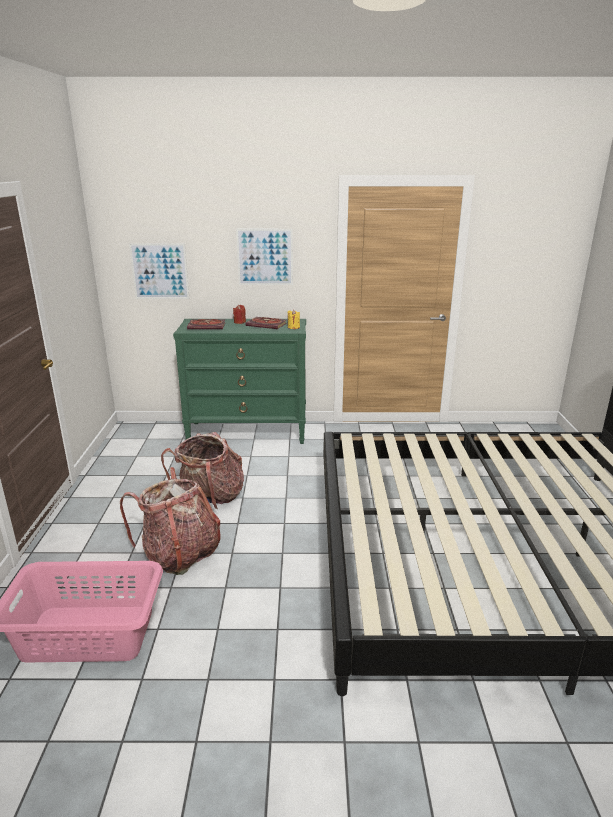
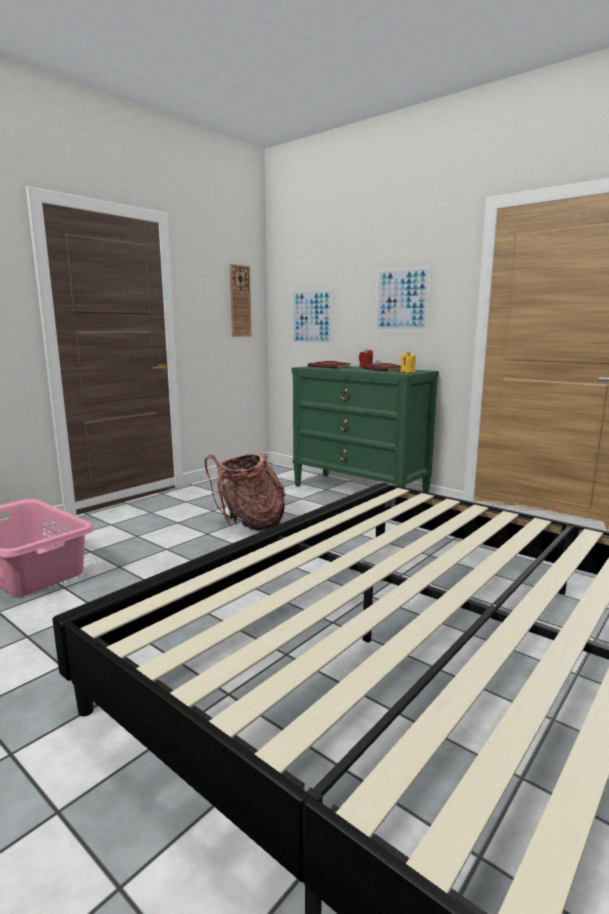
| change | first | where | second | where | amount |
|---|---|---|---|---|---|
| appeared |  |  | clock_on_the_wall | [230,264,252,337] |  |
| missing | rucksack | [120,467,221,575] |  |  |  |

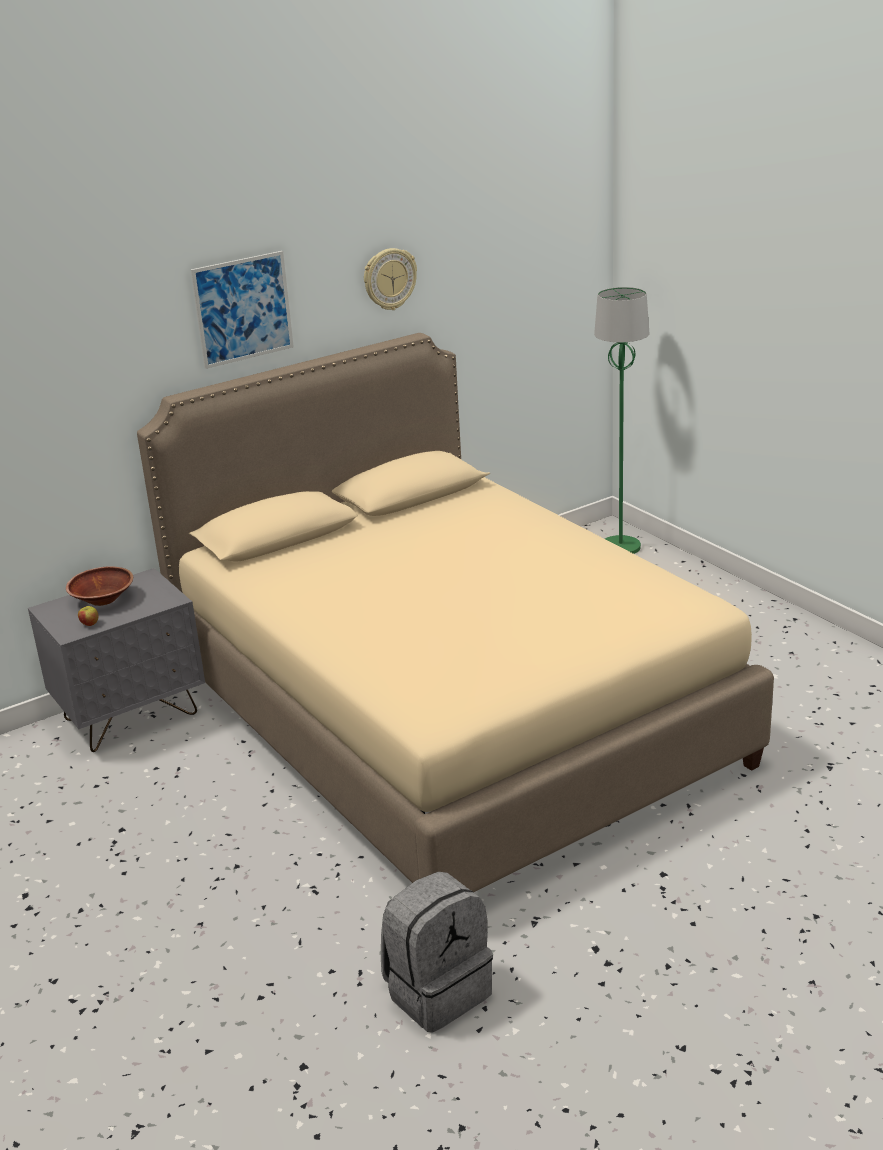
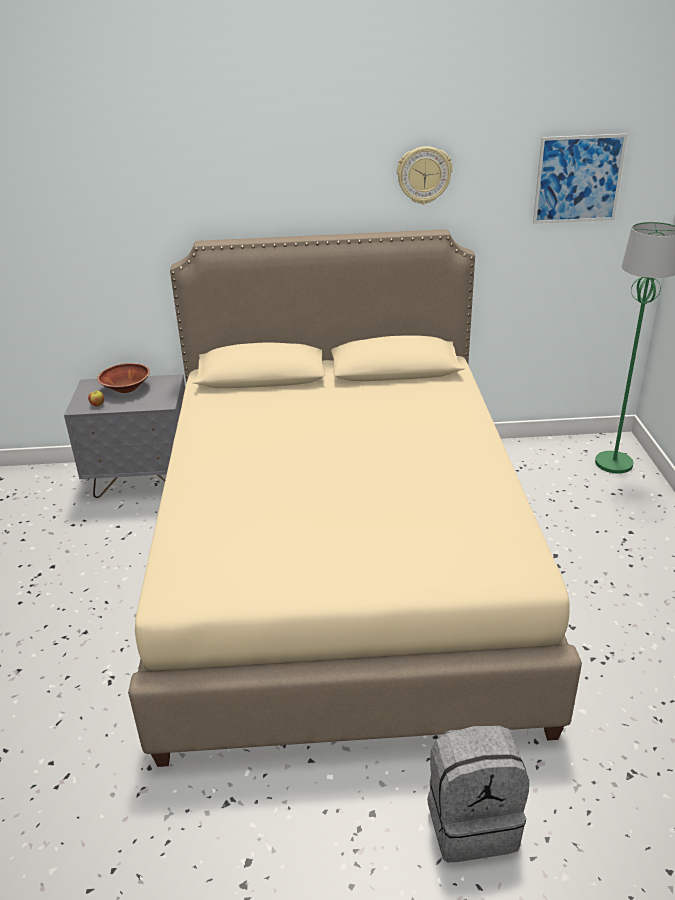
| change | first | where | second | where | amount |
|---|---|---|---|---|---|
| relocated | greyish_rucksack | [381,872,493,1033] |  | [427,726,529,862] |  |
| relocated | picture | [191,251,294,369] |  | [533,134,627,224] |  |

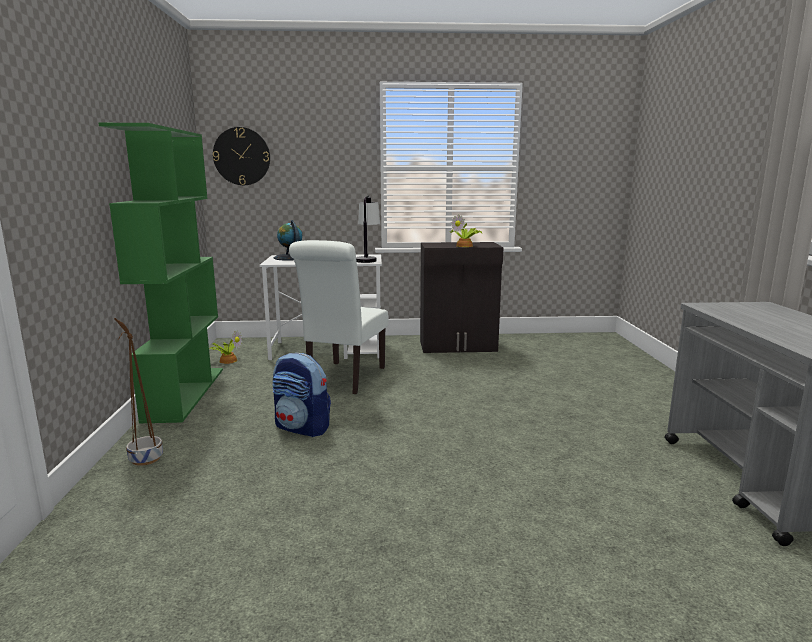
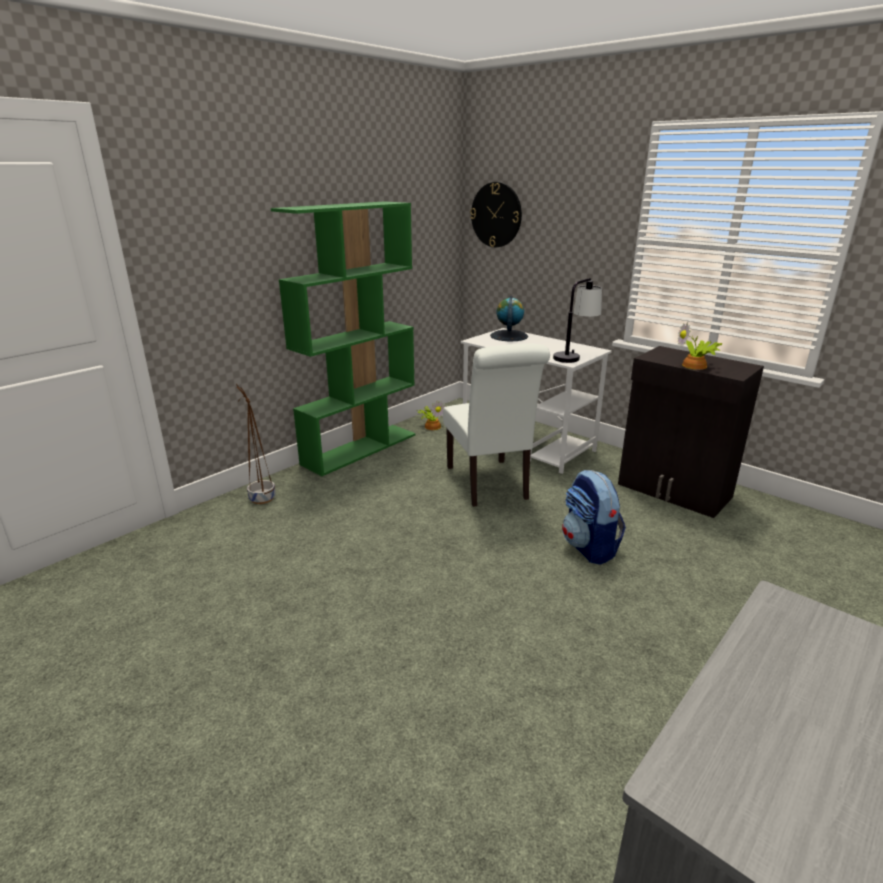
| change | first | where | second | where | amount |
|---|---|---|---|---|---|
| spun | white-coloured_chair | [289,240,388,394] |  | [443,343,550,507] | 75 degrees counterclockwise |
| relocated | rucksack | [272,353,331,437] |  | [562,470,626,565] |  |

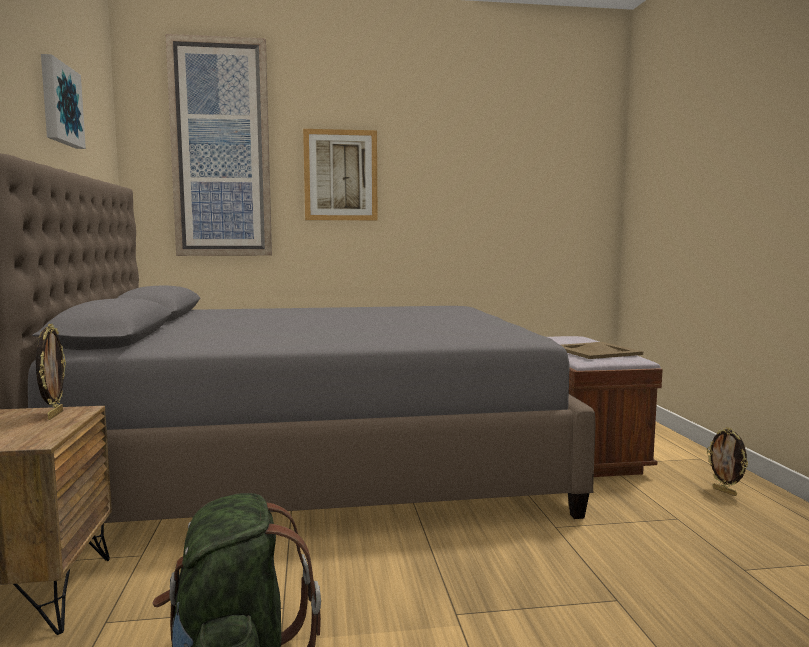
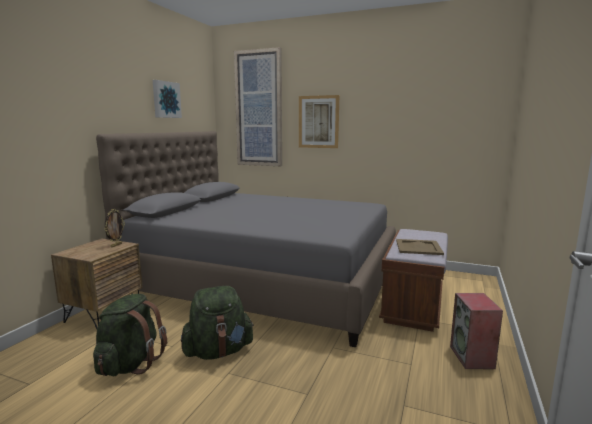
| change | first | where | second | where | amount |
|---|---|---|---|---|---|
| appeared |  |  | greenish_rucksack | [181,286,254,360] |  |
| exchanged | photo_frame | [707,427,748,496] | speaker | [450,293,503,369] |  |

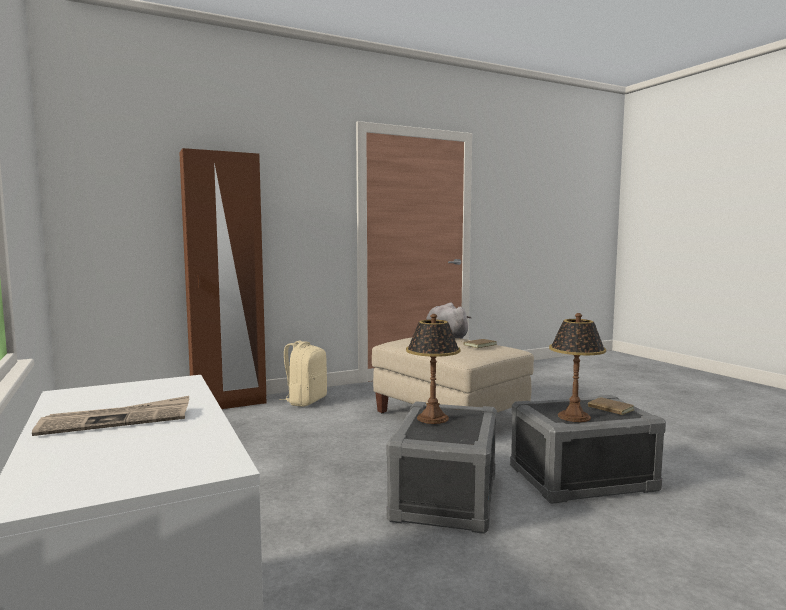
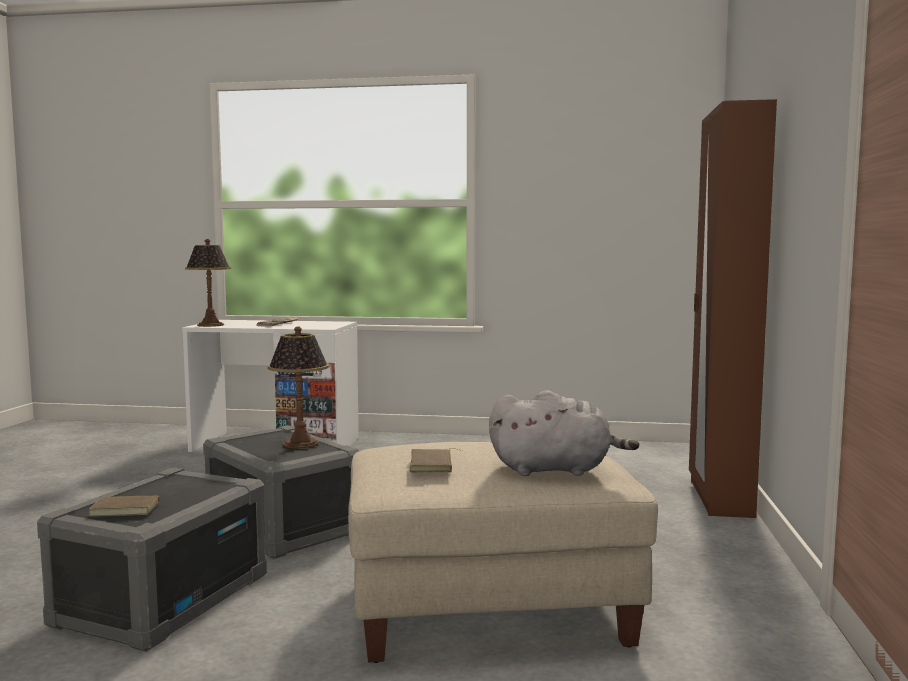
| change | first | where | second | where | amount |
|---|---|---|---|---|---|
| relocated | lamp_for_a_table | [549,313,606,422] |  | [185,239,231,327] |  |
| missing | beige_rucksack | [279,341,327,407] |  |  |  |

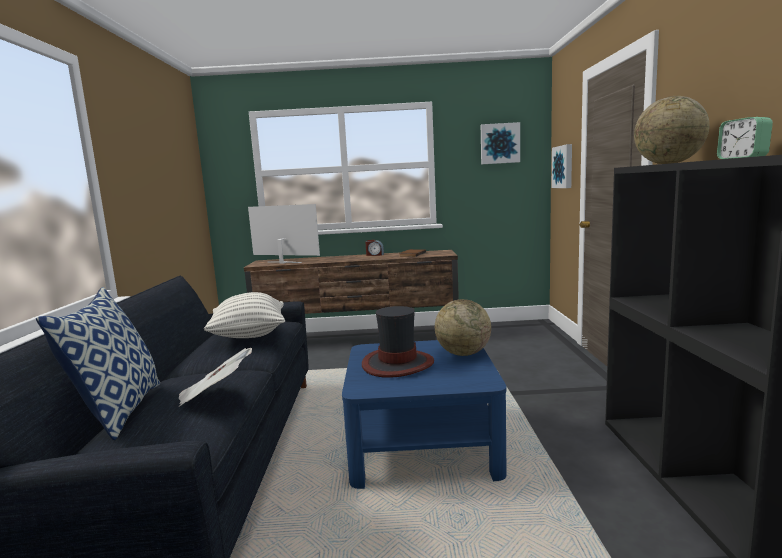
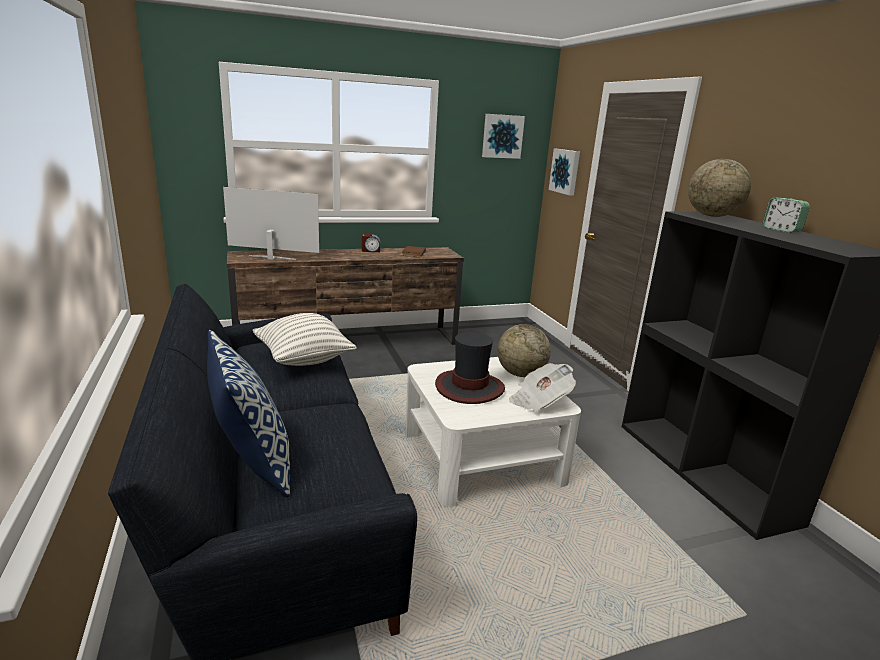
| change | first | where | second | where | amount |
|---|---|---|---|---|---|
| colour | blue_low_table | [342,340,507,489] | white-coloured_low_table | [405,357,581,507] |  |
| relocated | printed_paper | [179,348,252,406] |  | [509,363,576,412] |  |

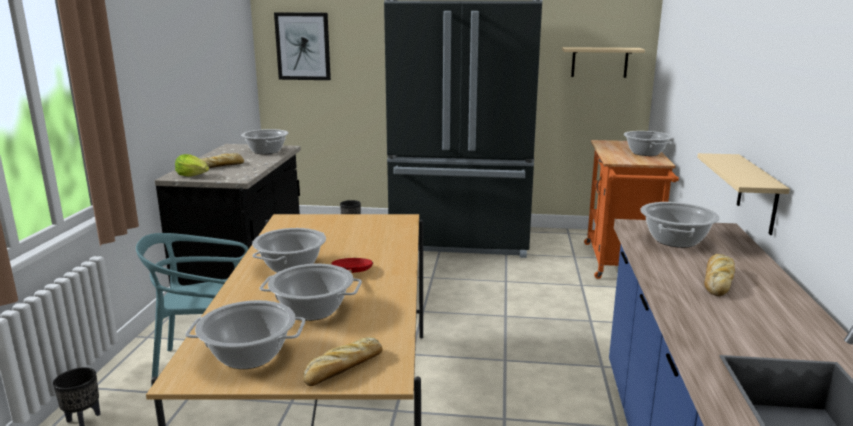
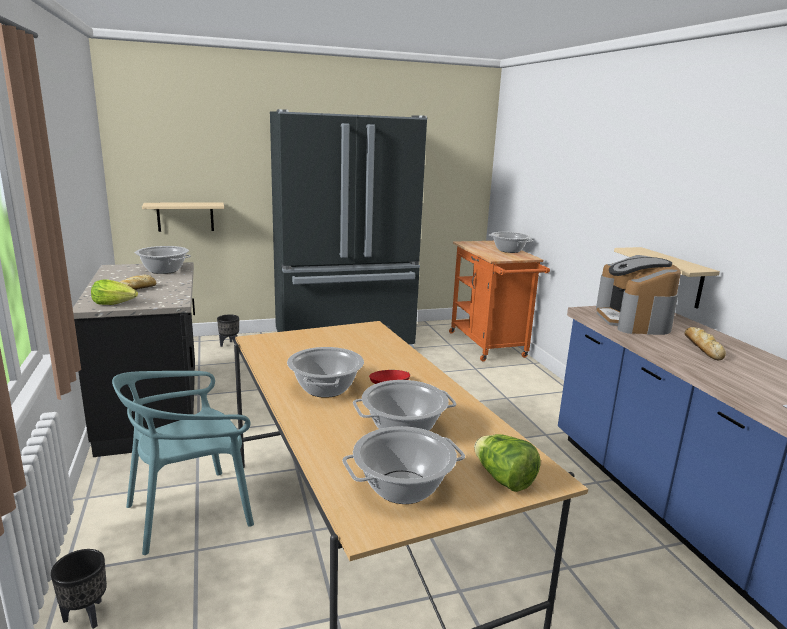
| change | first | where | second | where | amount |
|---|---|---|---|---|---|
| relocated | beige_shelf | [562,47,645,78] |  | [142,202,224,232] |  |
| exchanged | baked_bread | [303,337,383,386] | lettuce | [474,434,541,492] |  |
| exchanged | cooking_pot | [640,202,720,248] | coffee_maker | [596,255,681,335] |  |
| missing | picture | [274,13,331,80] |  |  |  |

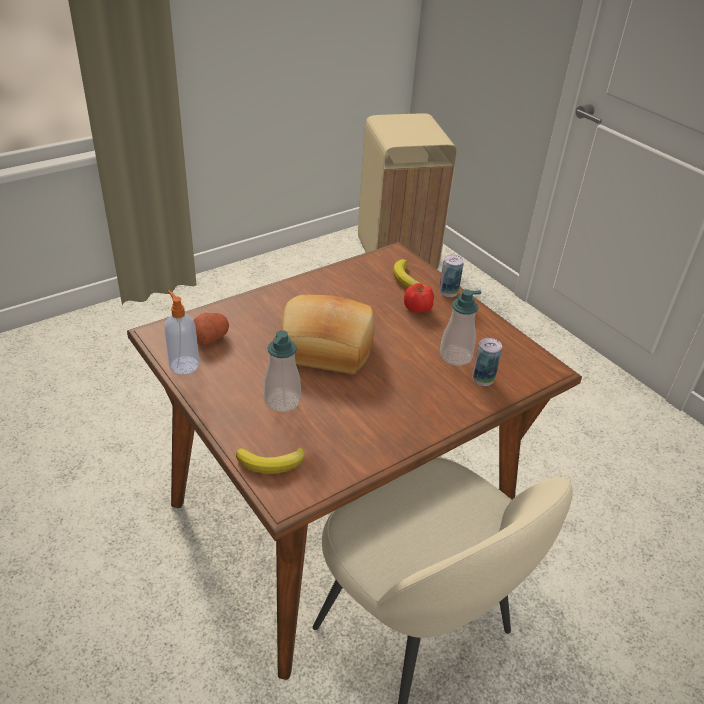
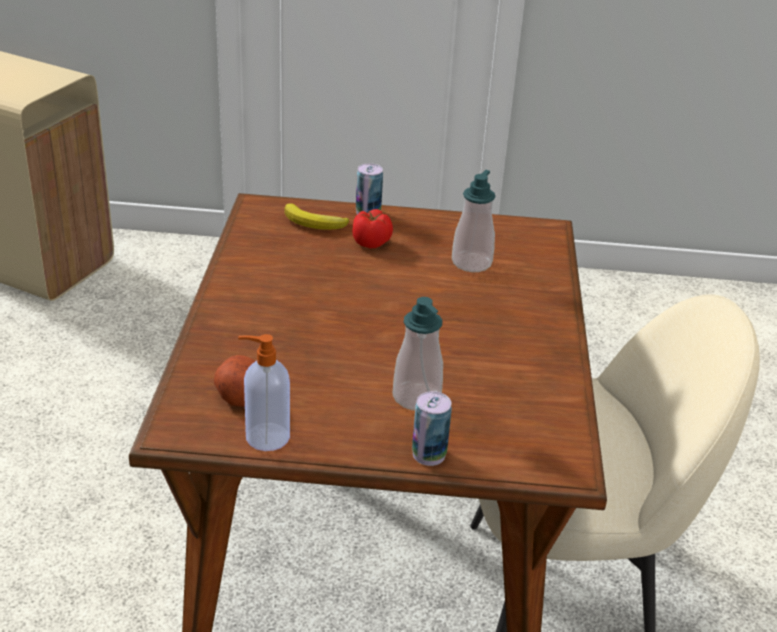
| change | first | where | second | where | amount |
|---|---|---|---|---|---|
| relocated | can | [472,338,502,386] |  | [412,391,452,466] |  |
| missing | banana_fruit | [236,448,304,474] |  |  |  |
| missing | baked_bread | [281,295,374,374] |  |  |  |

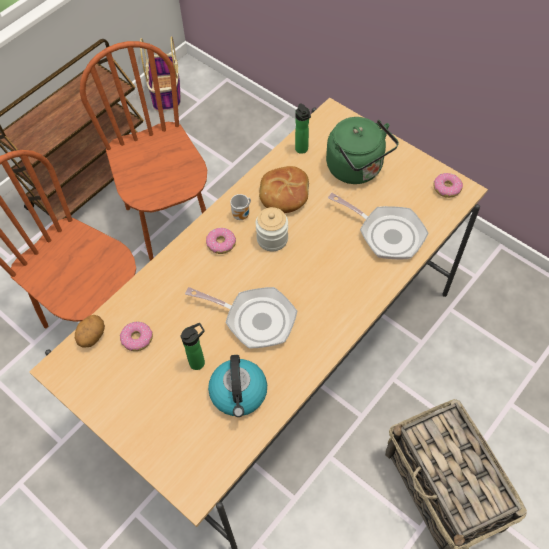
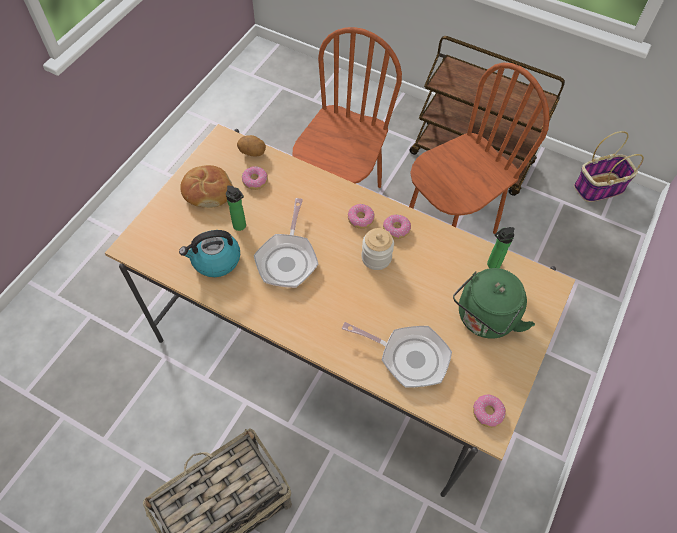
| change | first | where | second | where | amount |
|---|---|---|---|---|---|
| relocated | baked_bread | [259,166,309,213] |  | [180,165,233,208] |  |
| spun | frying_pan | [328,193,428,260] |  | [342,322,452,387] | 90 degrees counterclockwise |
| exchanged | tea_mug | [230,194,251,220] | doughnut | [383,214,411,239] |  |

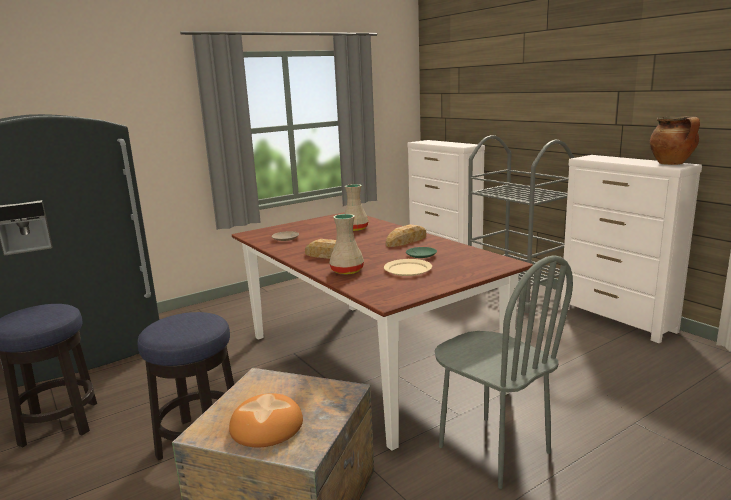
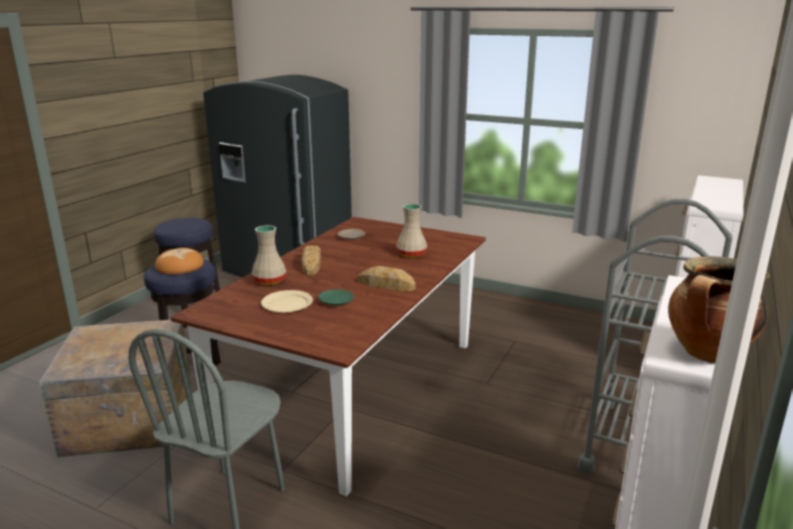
| change | first | where | second | where | amount |
|---|---|---|---|---|---|
| relocated | baked_bread | [229,393,303,447] |  | [155,248,204,274] |  |

